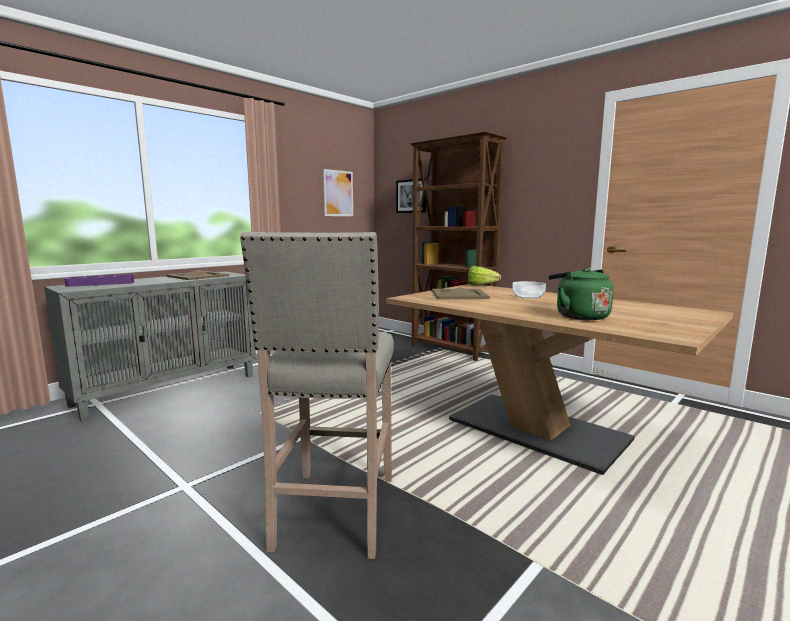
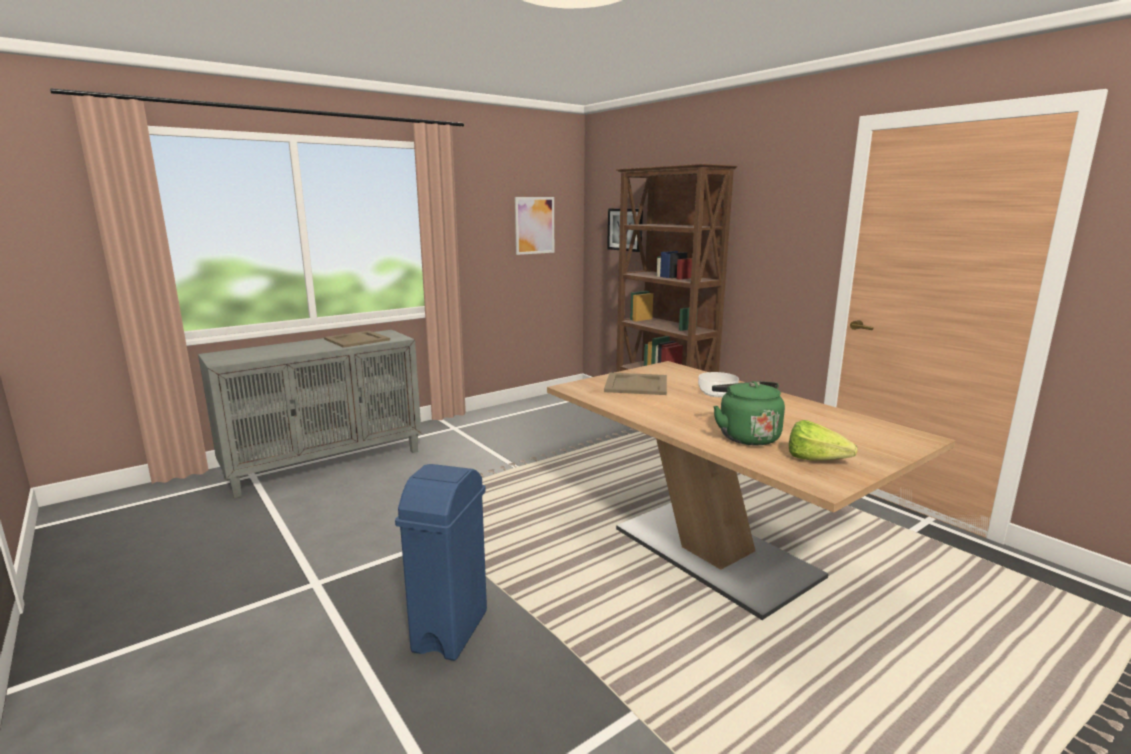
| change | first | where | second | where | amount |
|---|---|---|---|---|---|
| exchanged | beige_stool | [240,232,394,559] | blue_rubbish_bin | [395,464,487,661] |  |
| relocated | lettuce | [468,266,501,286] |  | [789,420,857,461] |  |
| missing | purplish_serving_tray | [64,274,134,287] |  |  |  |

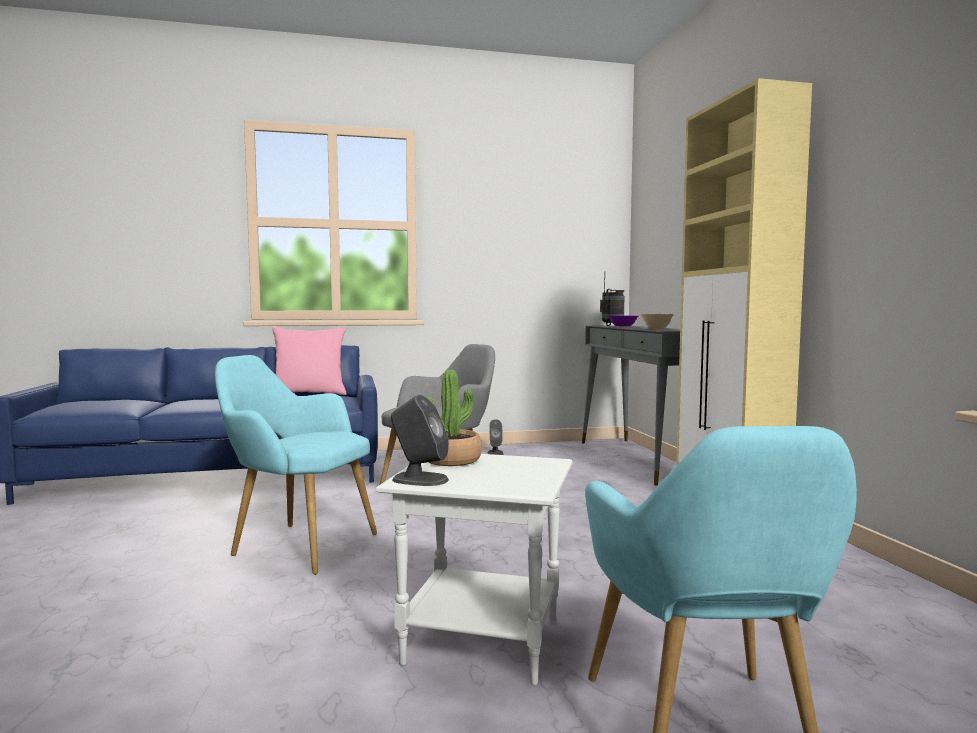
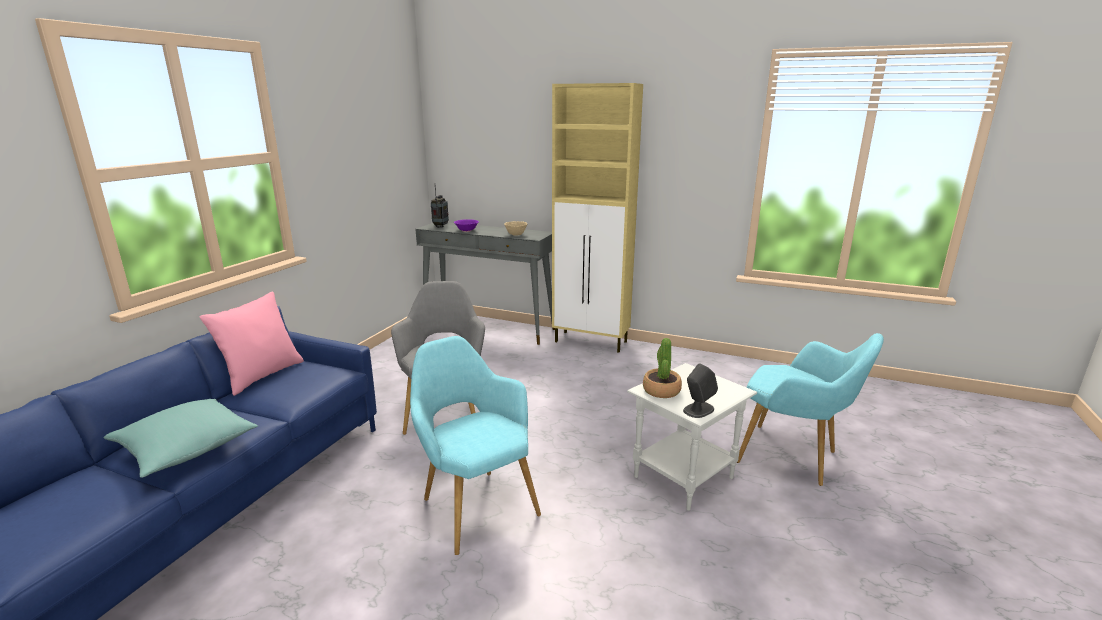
| change | first | where | second | where | amount |
|---|---|---|---|---|---|
| appeared |  |  | turquoise-coloured_pillow | [104,399,258,478] |  |
| spun | turquoise-coloured_easy_chair | [215,355,377,575] |  | [410,336,541,555] | 90 degrees clockwise |
| missing | greyish_speaker | [487,419,503,455] |  |  |  |

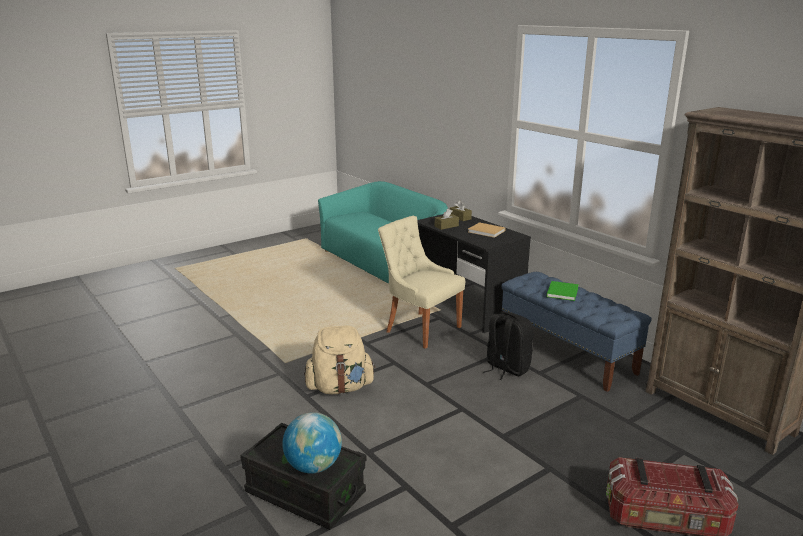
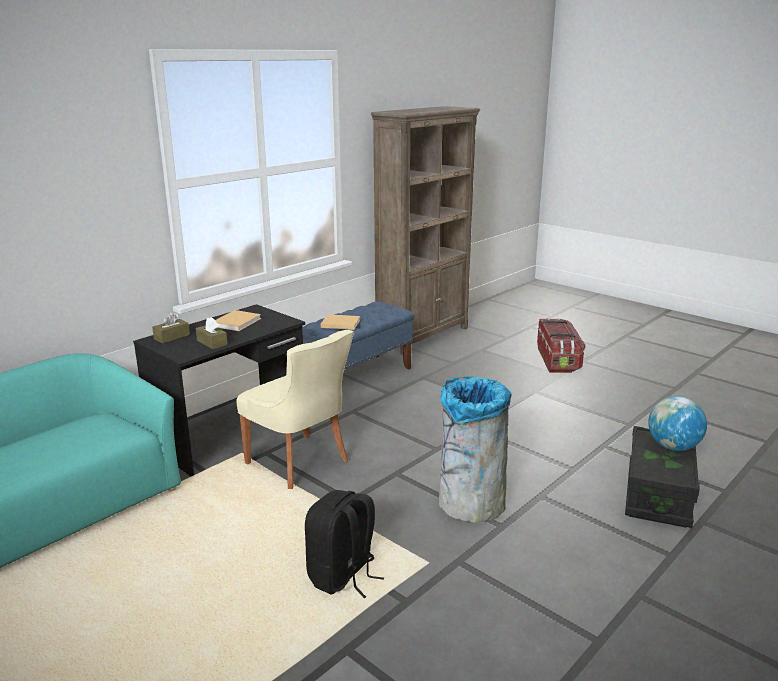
| change | first | where | second | where | amount |
|---|---|---|---|---|---|
| spun | beige_chair | [378,216,465,349] |  | [236,330,354,489] | 75 degrees counterclockwise |
| relocated | blackish_rucksack | [484,312,533,380] |  | [305,490,384,598] |  |
| colour | greenish_volume | [546,281,579,301] | beige_volume | [321,314,360,330] |  |
| exchanged | beige_rucksack | [304,326,376,394] | greyish_rubbish_bin | [439,377,512,523] |  |

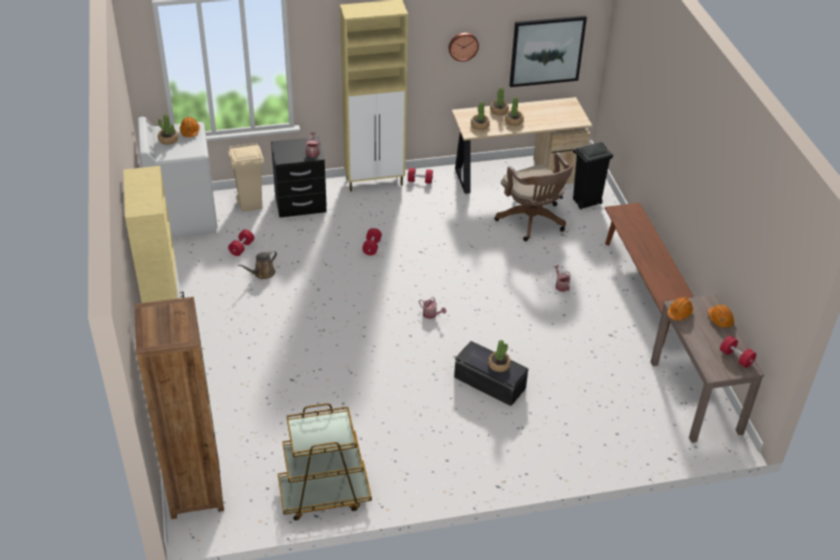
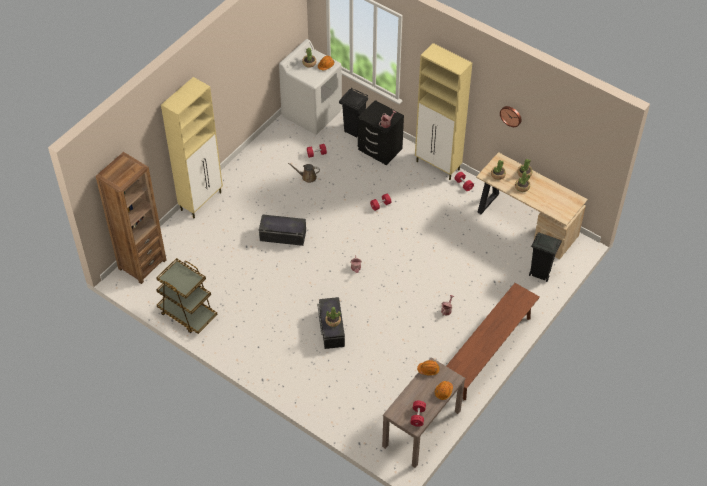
| change | first | where | second | where | amount |
|---|---|---|---|---|---|
| appeared |  |  | blackish_storage_box | [259,214,306,246] |  |
| colour | beige_rubbish_bin | [228,142,264,212] | blackish_rubbish_bin | [339,88,368,137] |  |
| missing | brownish_office_chair | [494,152,573,241] |  |  |  |
| missing | picture | [509,16,587,87] |  |  |  |

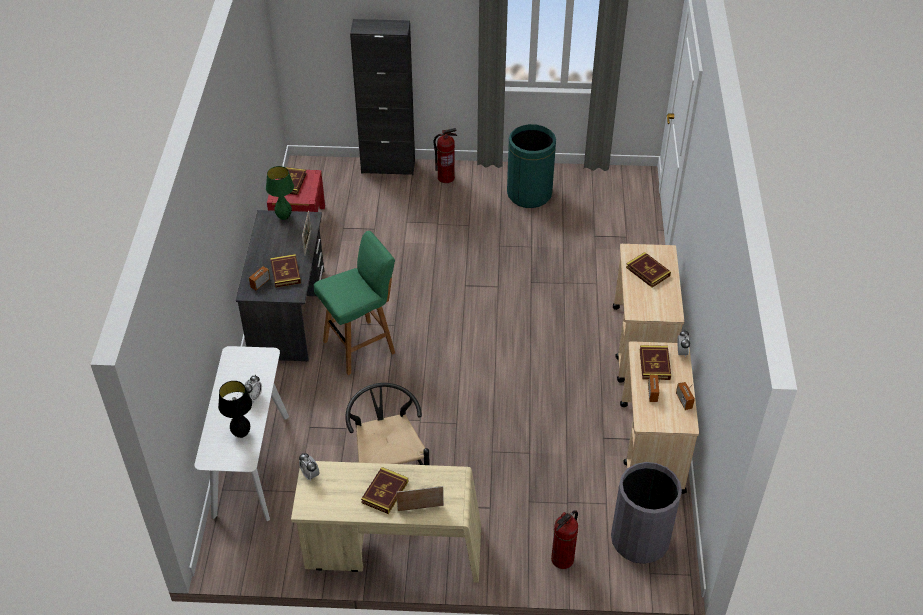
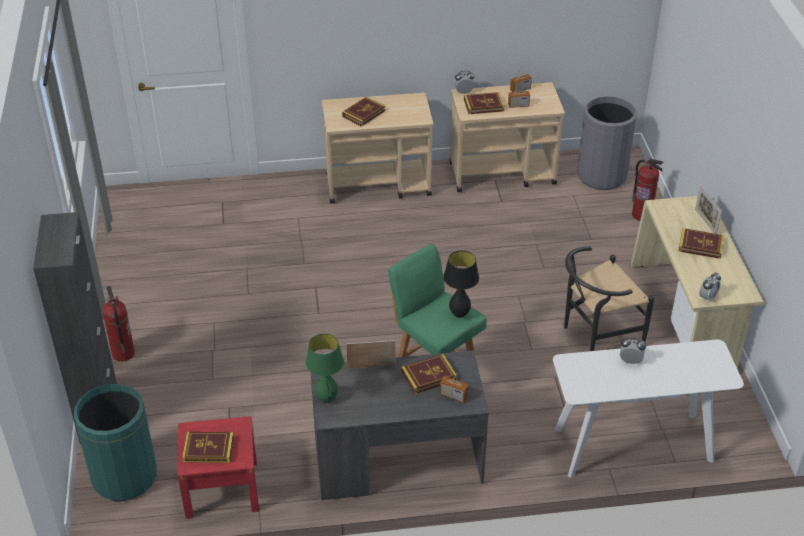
| change | first | where | second | where | amount |
|---|---|---|---|---|---|
| relocated | greenish_rubbish_bin | [507,124,556,208] |  | [74,384,157,501] |  |
| relocated | blackish_lamp_for_a_table | [218,381,252,438] |  | [443,251,479,318] |  |

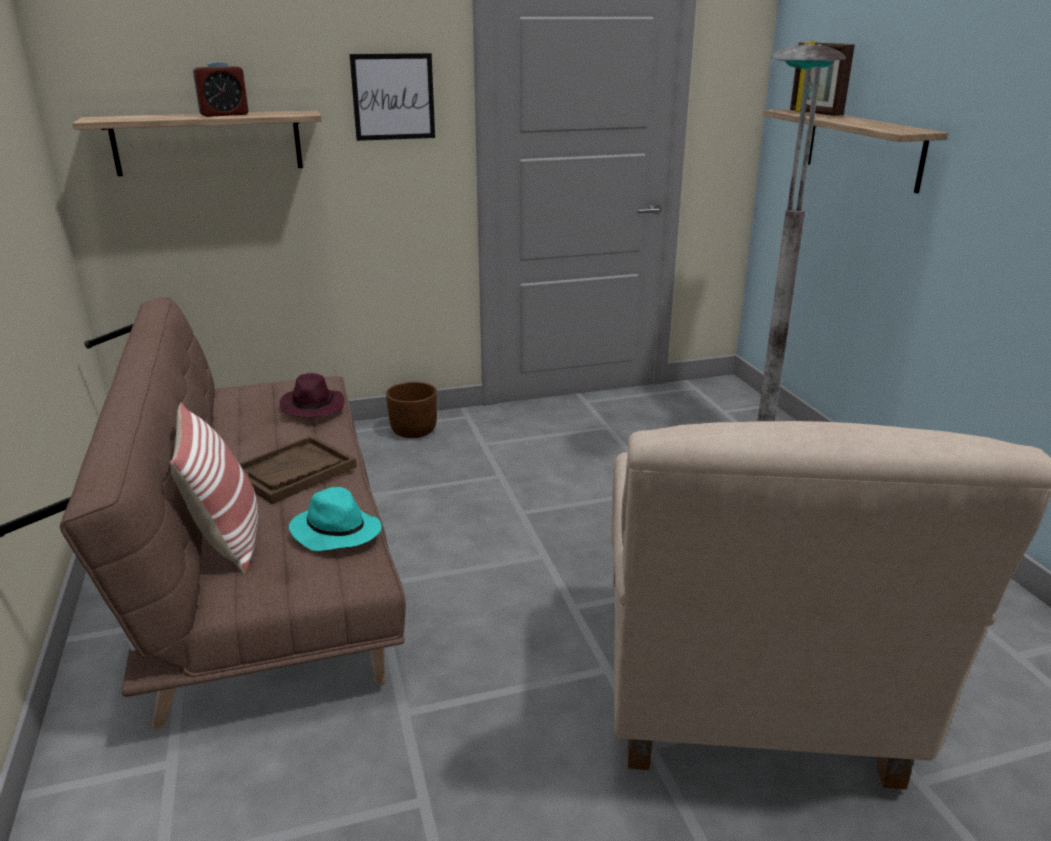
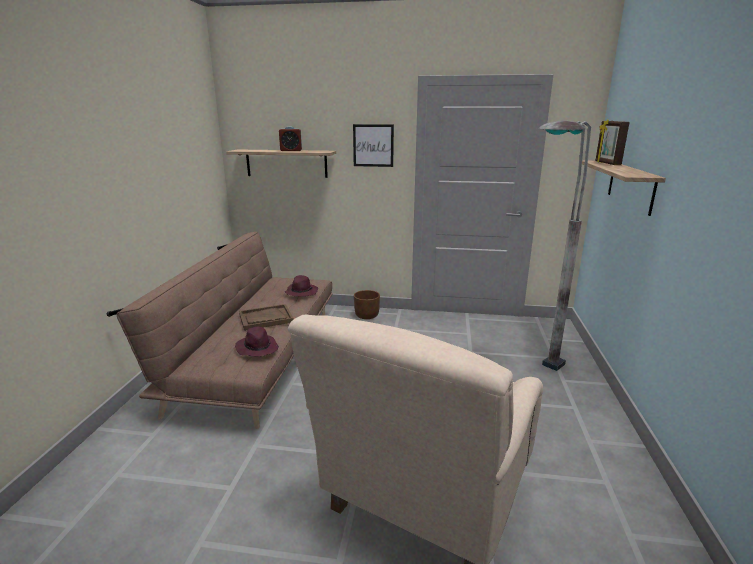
| change | first | where | second | where | amount |
|---|---|---|---|---|---|
| colour | turquoise-coloured_wearable_hat | [289,487,382,551] | purplish_wearable_hat | [235,327,279,356] |  |
| missing | pillow | [170,402,258,575] |  |  |  |

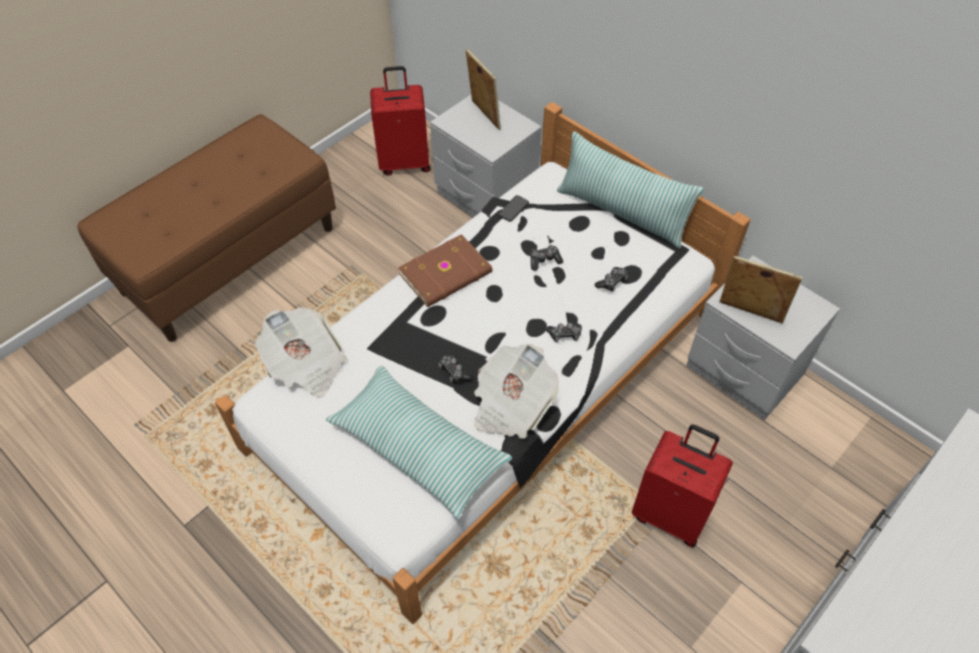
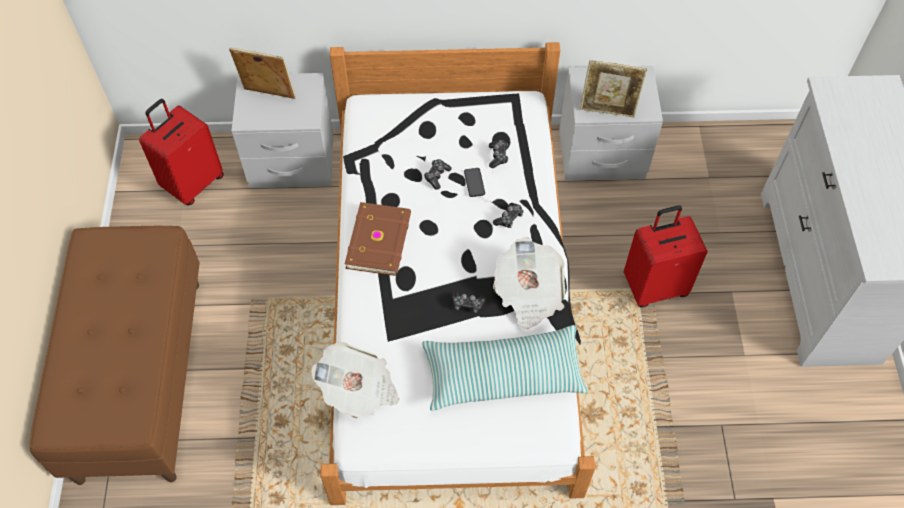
| change | first | where | second | where | amount |
|---|---|---|---|---|---|
| relocated | telephone | [498,195,529,222] |  | [464,168,485,197] |  |
| spun | photo_frame | [719,256,803,323] |  | [580,60,647,118] | 150 degrees counterclockwise |
| missing | pillow | [557,131,704,249] |  |  |  |

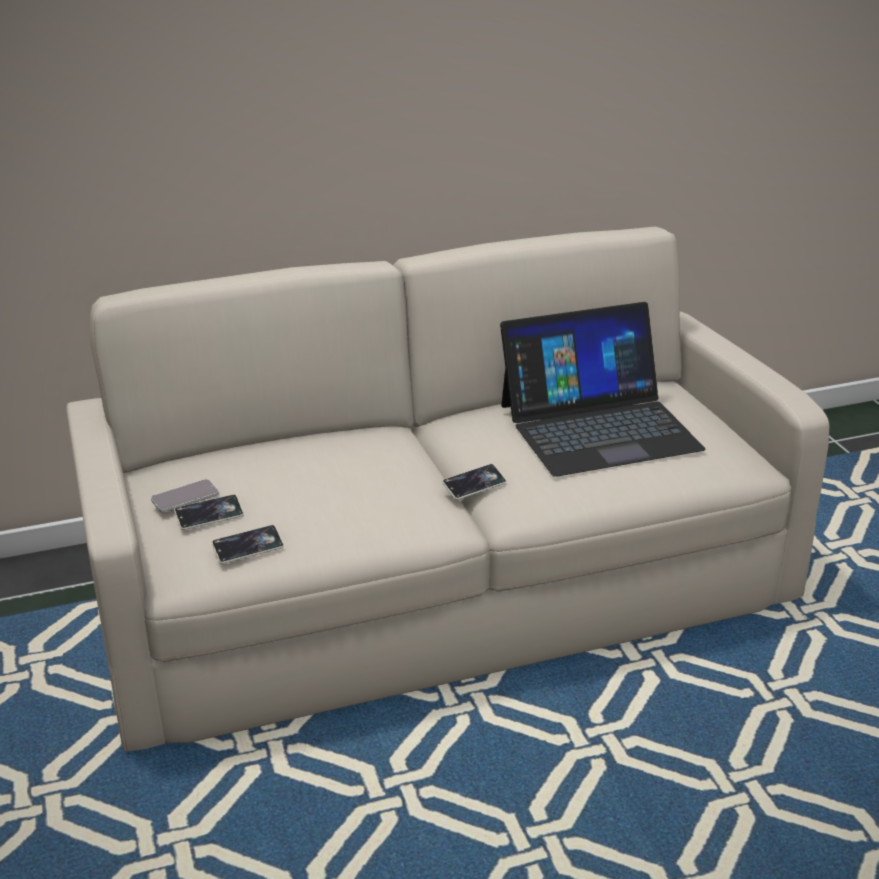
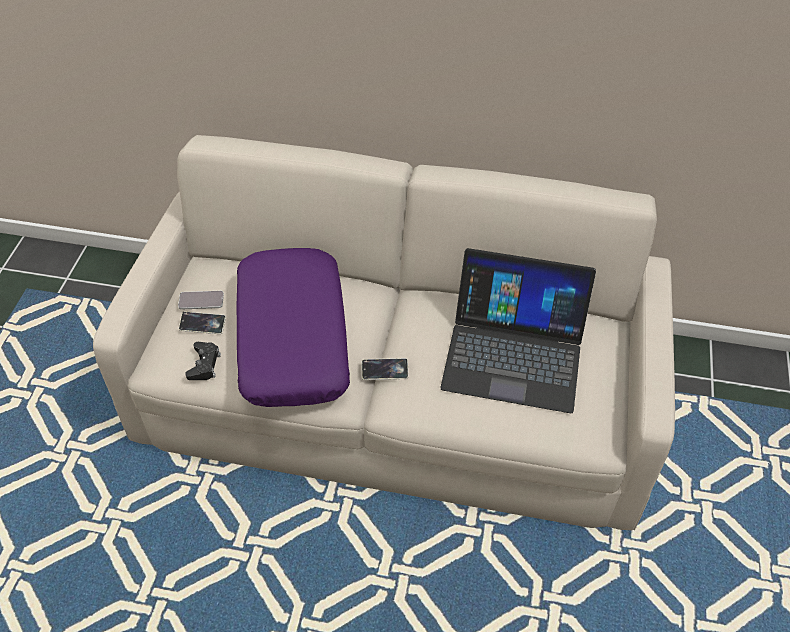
| change | first | where | second | where | amount |
|---|---|---|---|---|---|
| exchanged | telephone | [212,525,284,564] | blackish_game_controller | [185,342,221,380] |  |
| appeared |  |  | purplish_pillow | [236,248,350,407] |  |

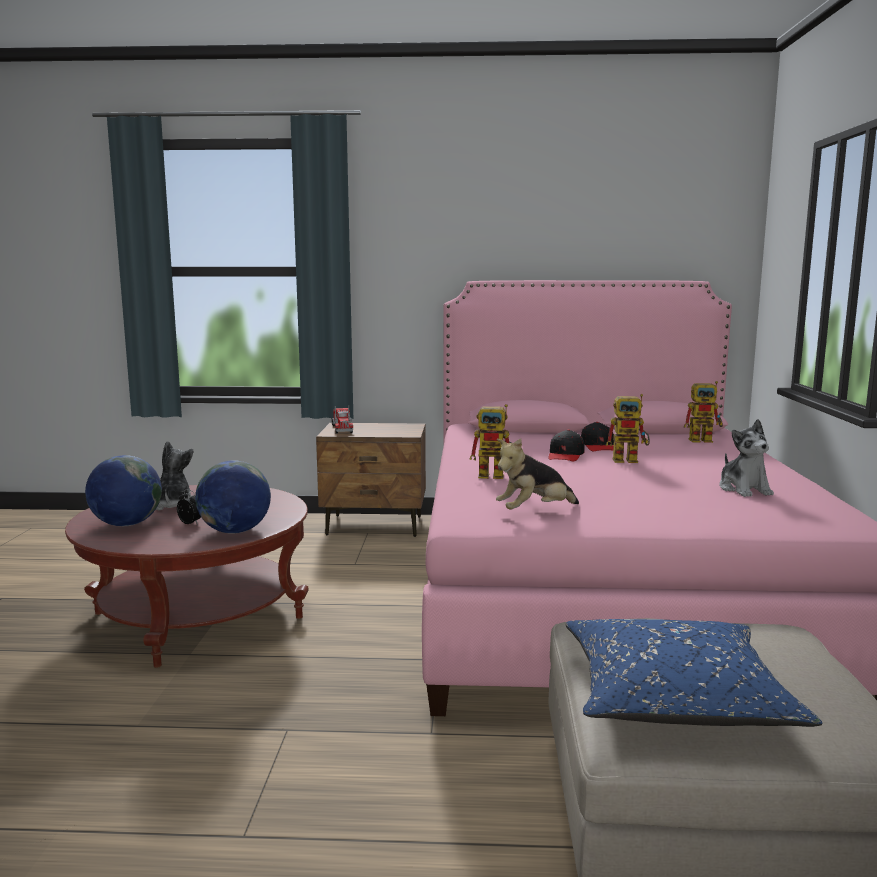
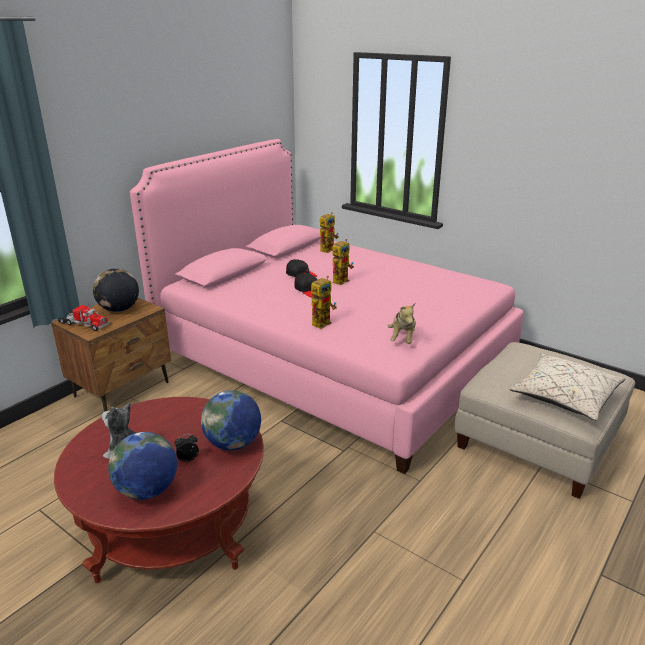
| change | first | where | second | where | amount |
|---|---|---|---|---|---|
| appeared |  |  | globe | [93,268,139,312] |  |
| colour | blue_pillow | [565,619,822,727] | beige_pillow | [509,353,625,420] |  |
| missing | soft_toy | [719,419,774,497] |  |  |  |

